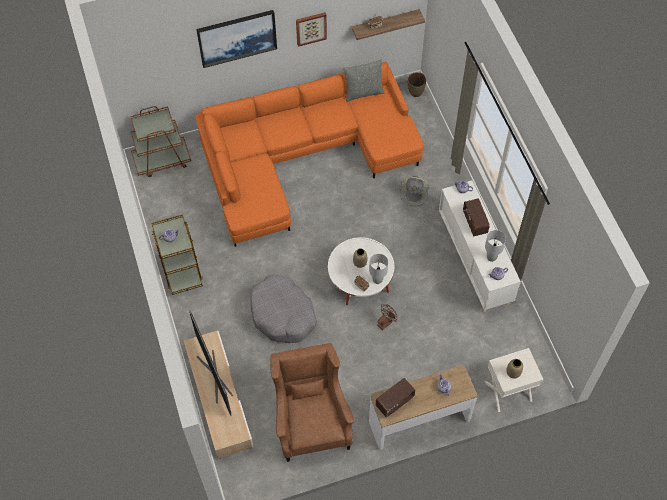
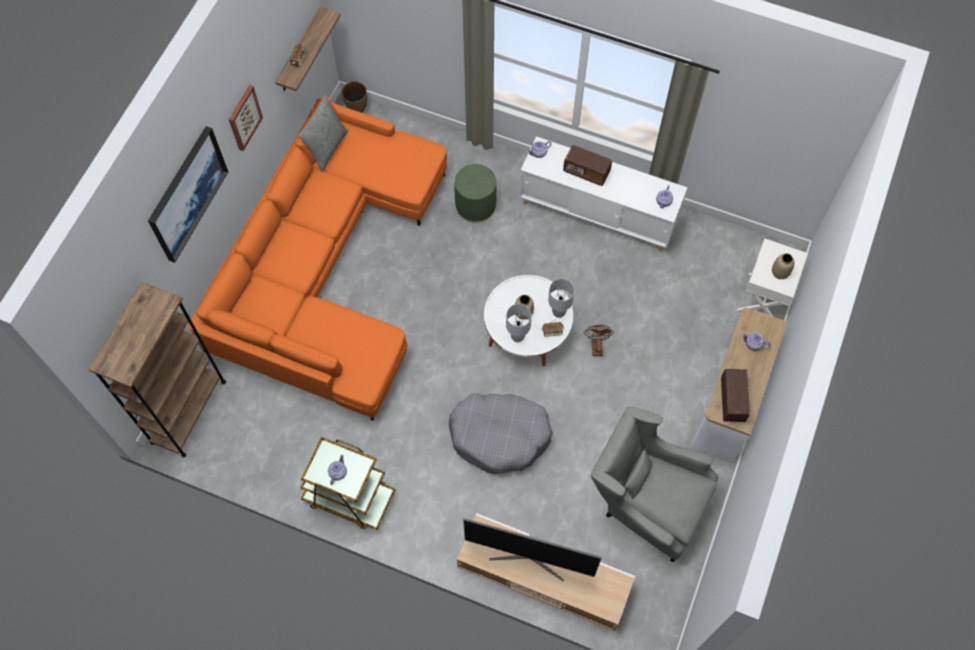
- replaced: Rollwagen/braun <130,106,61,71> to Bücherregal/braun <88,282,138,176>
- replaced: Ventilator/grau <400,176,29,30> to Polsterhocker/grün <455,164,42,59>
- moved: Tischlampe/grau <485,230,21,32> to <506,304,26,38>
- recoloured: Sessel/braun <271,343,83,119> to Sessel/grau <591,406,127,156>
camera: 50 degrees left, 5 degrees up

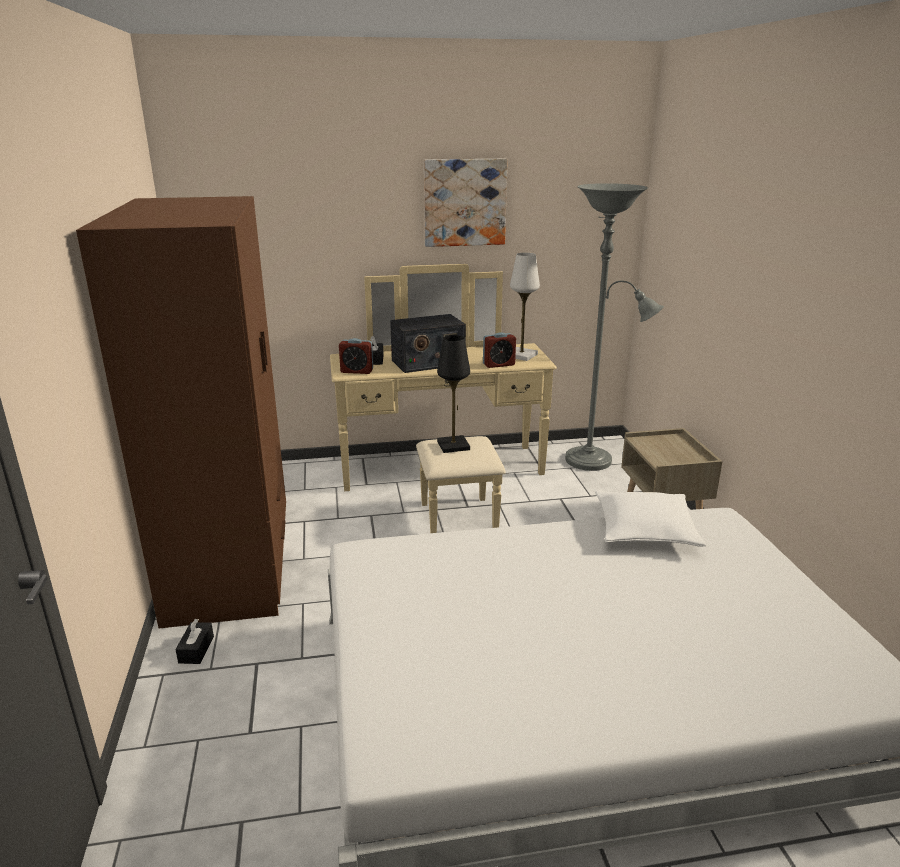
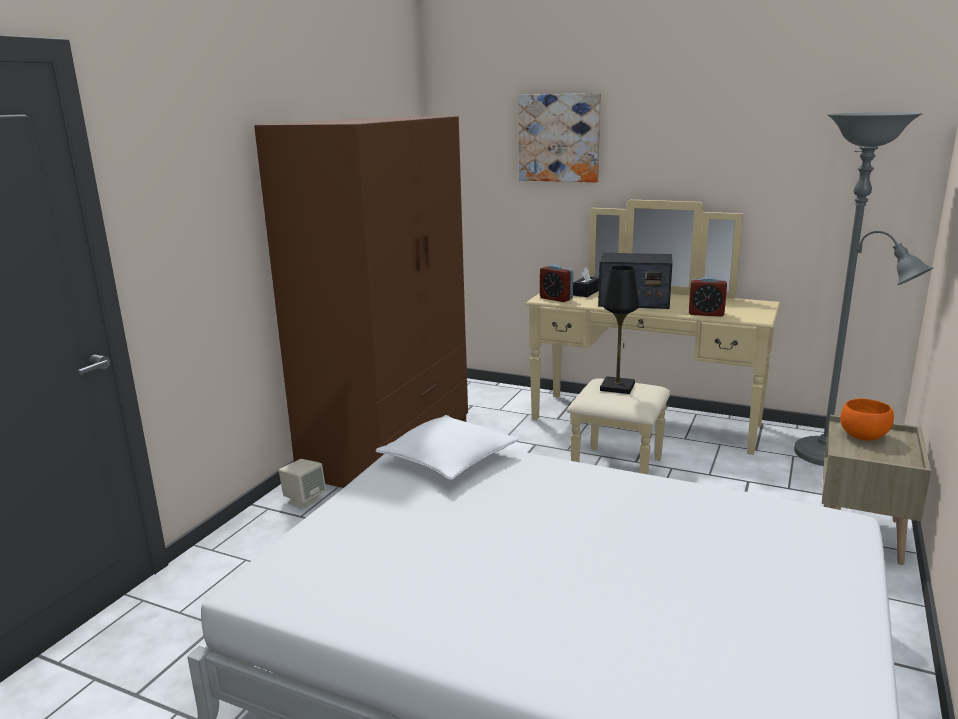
- replaced: Taschentuchbox/schwarz <175,619,39,45> to Lautsprecher/beige <279,459,47,50>
- moved: Kissen/weiß <595,491,111,55> to <376,415,143,65>
- moved: Bild <424,159,84,88> to <518,93,83,89>
- added: Schüssel/orange <840,398,54,43>
- removed: Tischlampe/weiß <510,253,30,108>
camera: 35 degrees right, 5 degrees down

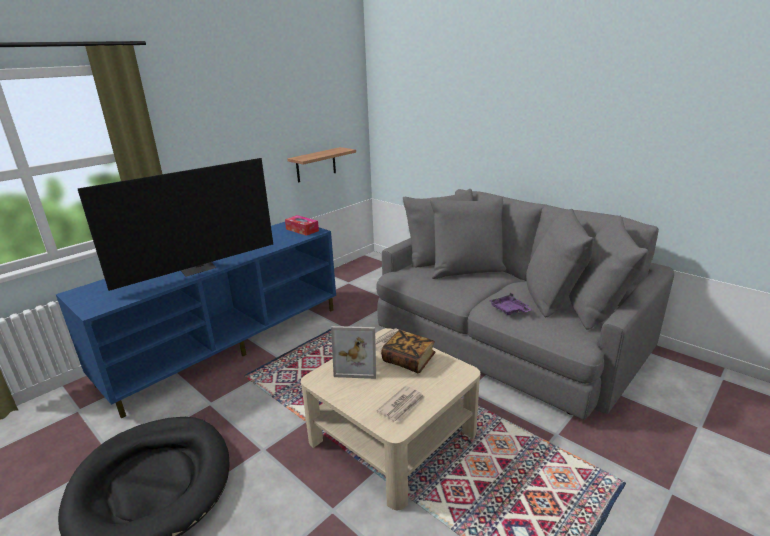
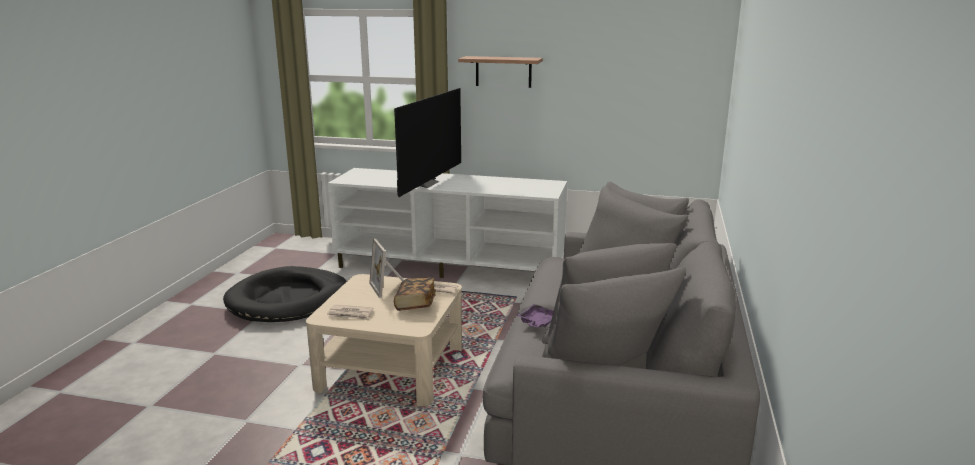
- recoloured: Fernsehschrank/blau <56,222,280,196> to Fernsehschrank/weiß <328,168,239,110>
- turned: Fernseher <78,158,195,133> = <394,88,67,109> 90 degrees counterclockwise
- moved: Wandregal <287,147,69,36> to <458,56,85,32>
- removed: Taschentuchbox <285,215,34,21>
camera: 60 degrees right, 5 degrees down

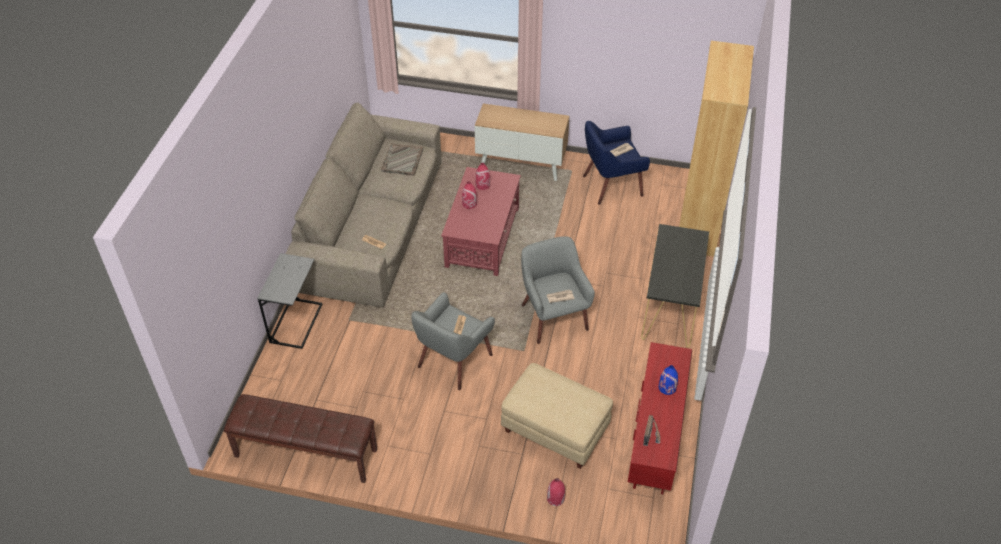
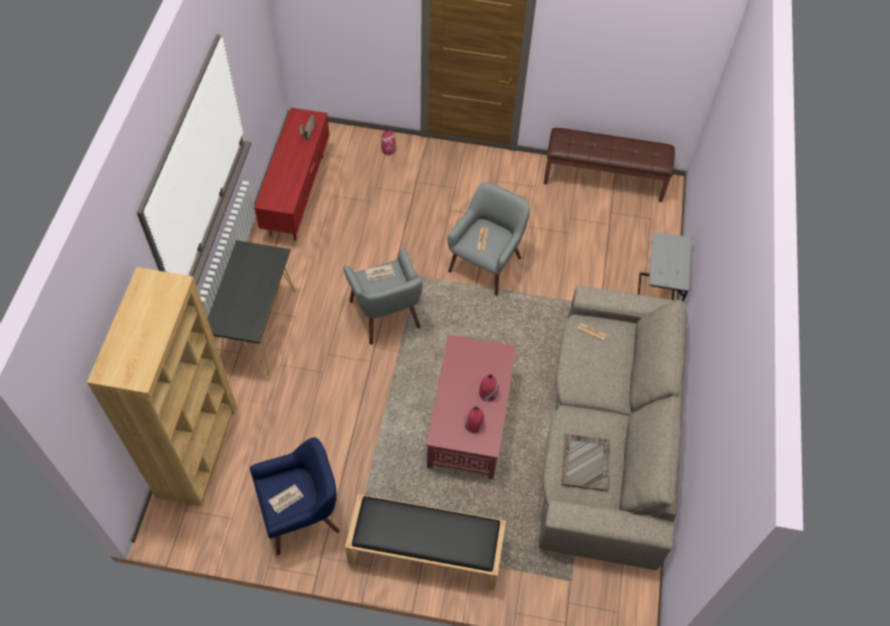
- replaced: Schrank <474,104,95,77> to Bank/schwarz <345,494,161,96>
- removed: Polsterhocker/beige <501,363,112,106>
- removed: Vase/blau <659,365,19,30>
camera: 175 degrees right, 10 degrees up

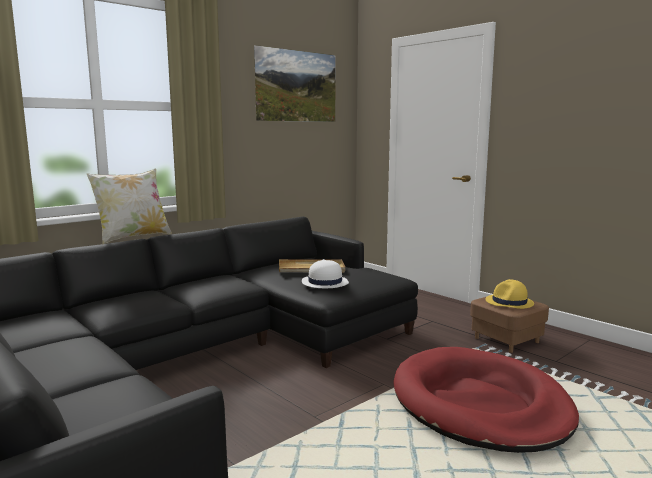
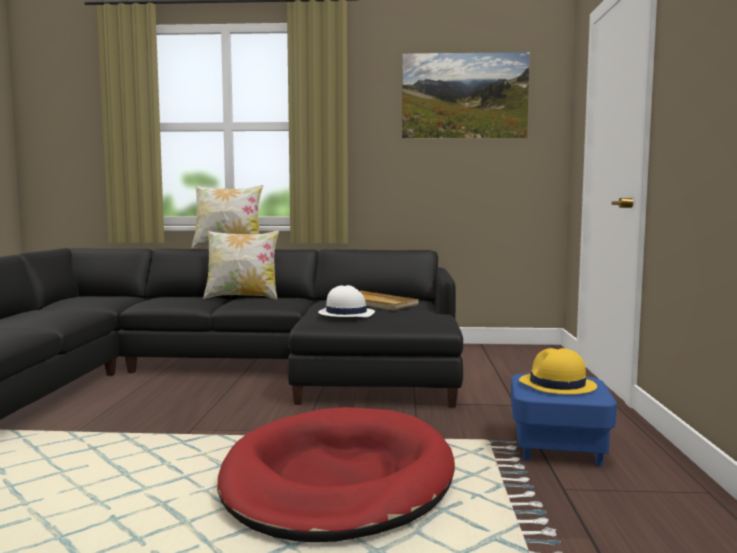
- added: Kissen <203,230,76,69>
- recoloured: Polsterhocker/braun <470,297,79,56> to Polsterhocker/blau <511,374,106,92>
camera: 45 degrees right, 5 degrees down

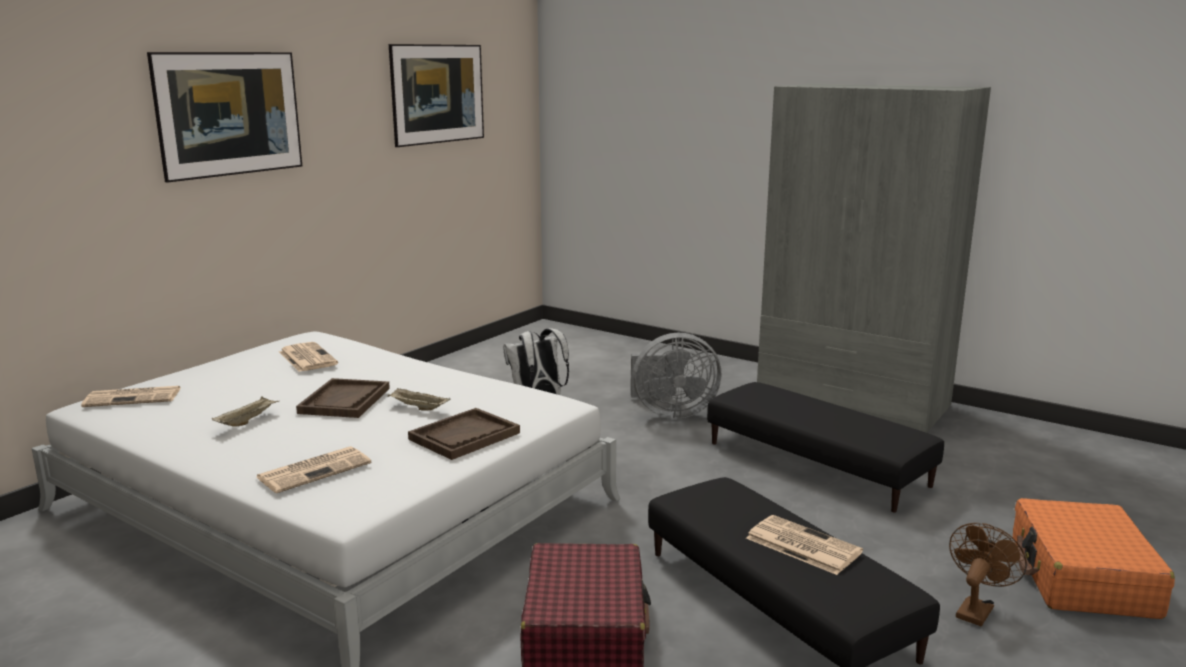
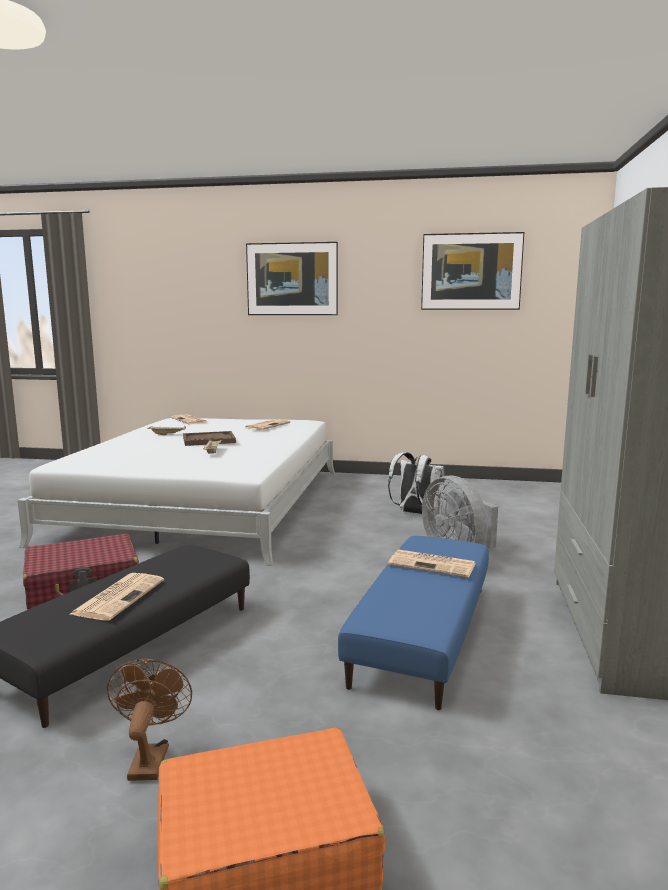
- turned: Ventilator/braun <949,523,78,103> = <107,659,85,122> 105 degrees counterclockwise
- recoloured: Polsterhocker/schwarz <707,382,237,131> to Polsterhocker/blau <338,536,151,174>
- moved: Zeitung <257,446,114,47> to <388,549,88,29>
- removed: Tablett/braun <408,408,112,52>
camera: 65 degrees right, 5 degrees down

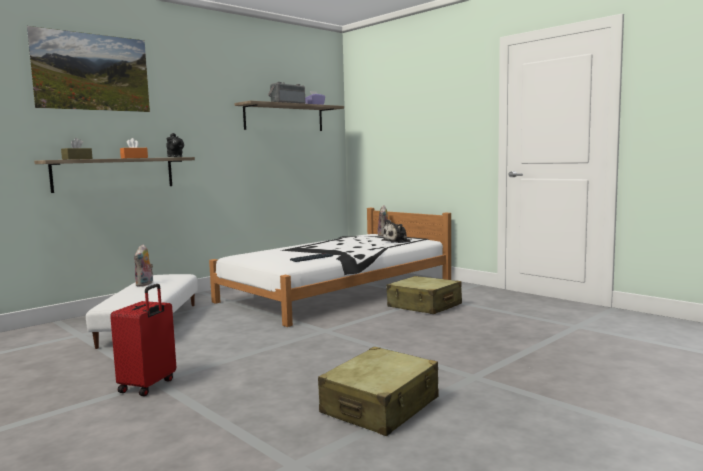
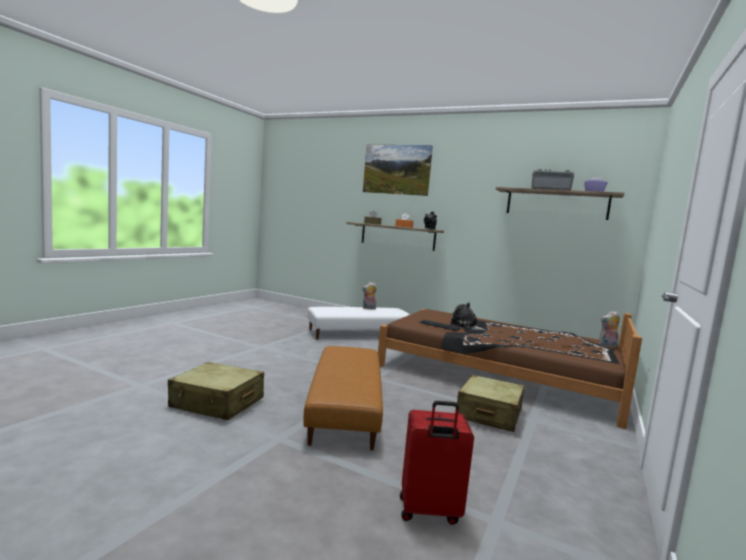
- added: Polsterhocker/braun <303,346,80,104>
- recoloured: Bett/weiß <209,208,242,119> to Bett/braun <378,309,264,120>
- moved: Koffer/rot <110,284,66,112> to <400,401,74,124>
- moved: Plüschtier <381,219,31,24> to <450,302,35,28>
camera: 70 degrees right, 0 degrees up

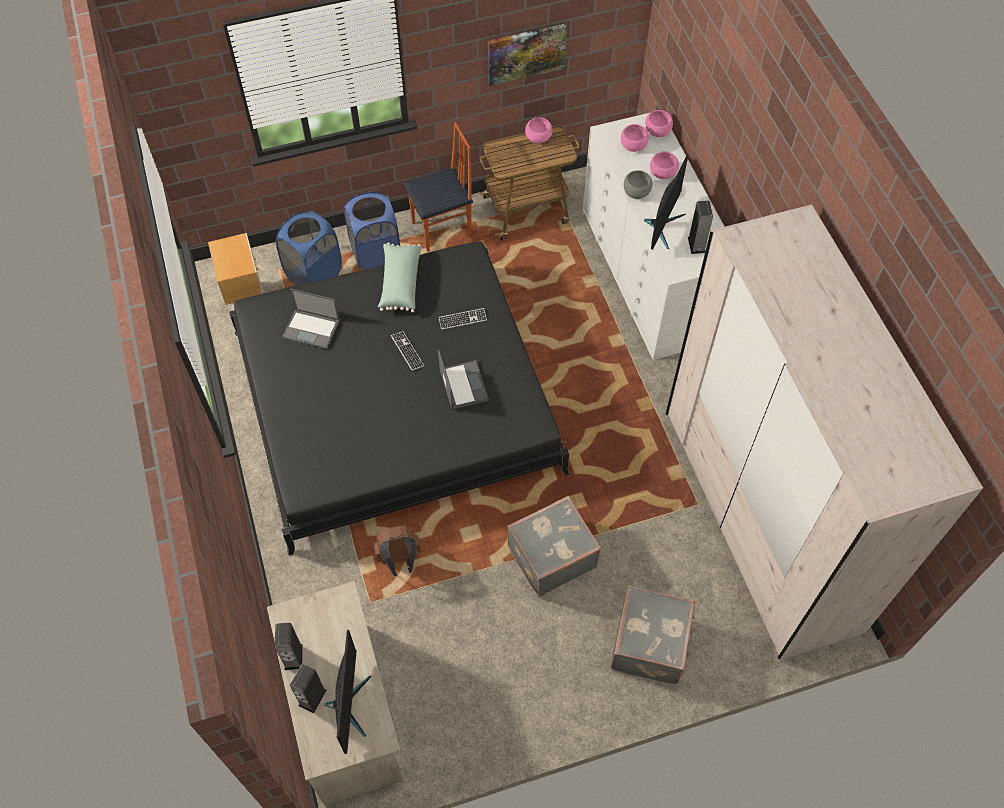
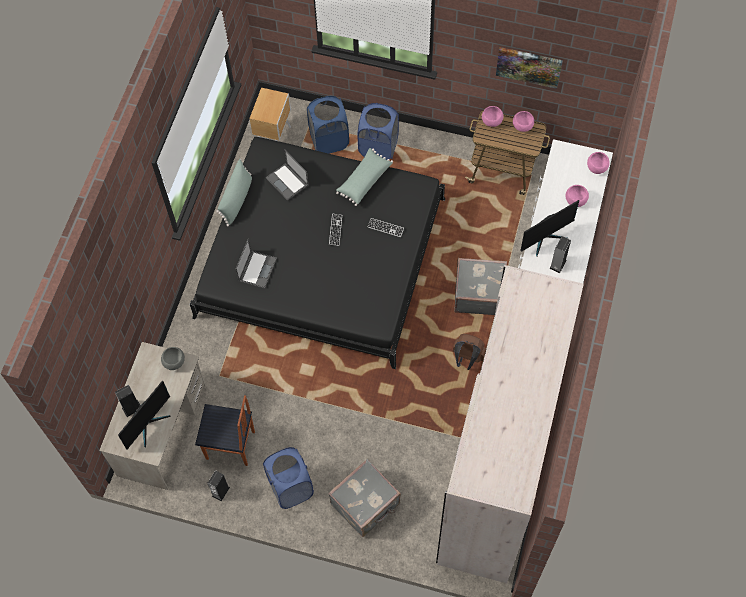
- moved: Schüssel/grau <624,170,28,29> to <161,347,24,23>
- moved: Stuhl <403,122,70,130> to <195,395,60,71>
- moved: Lautsprecher <275,623,27,47> to <207,470,23,31>
- added: Kissen/grün <216,159,36,67>
- moved: Laptop <438,350,51,60> to <235,238,42,51>
- added: Wäschekorb/blau <263,447,51,62>
- moved: Rucksack/braun <374,526,47,50> to <453,334,33,36>
- moved: Koffer/grau <507,496,94,101> to <454,258,53,57>
- moved: Schüssel/rosa <621,124,28,28> to <482,106,22,21>
camera: 35 degrees right, 5 degrees up

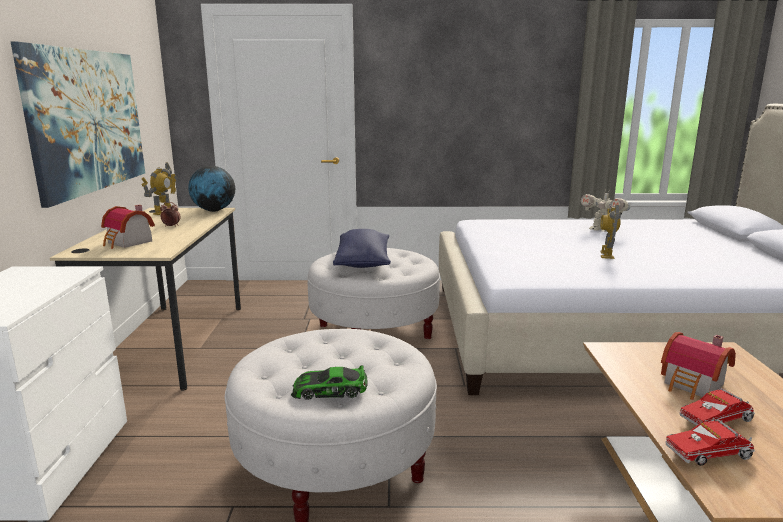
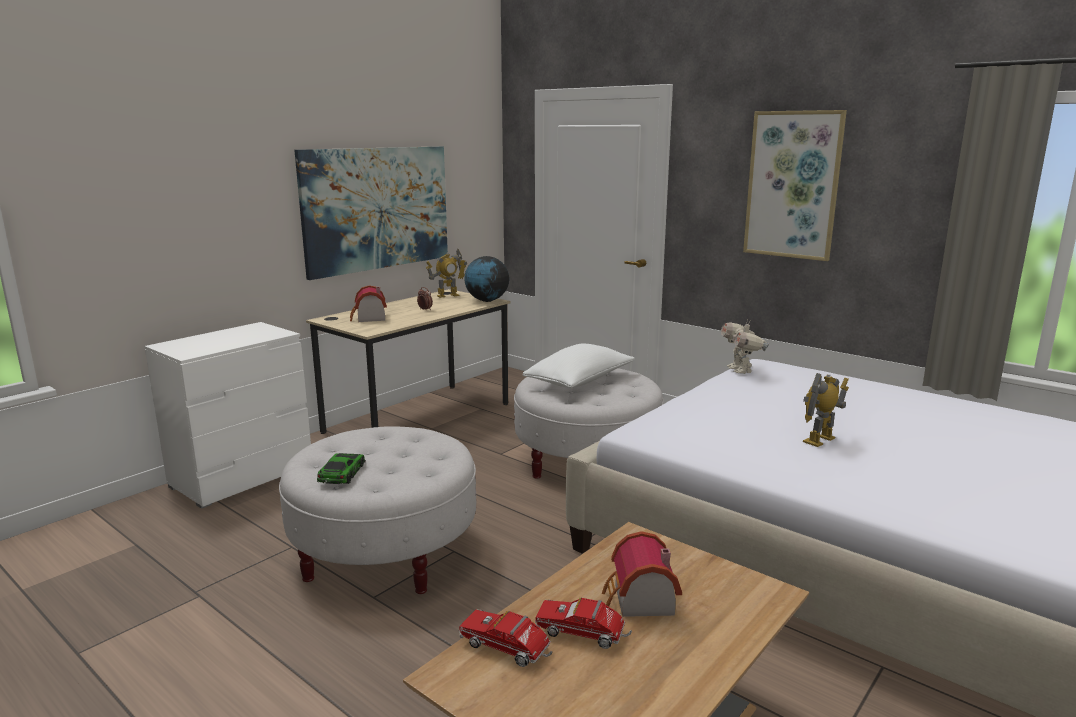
- turned: Spielzeugauto <291,365,76,35> = <317,453,49,31> 60 degrees clockwise
- recoloured: Kissen/blau <333,229,58,39> to Kissen/weiß <523,344,112,44>
- moved: Spielzeugroboter <581,189,50,43> to <721,320,48,54>
- added: Bild <743,110,104,151>
camera: 40 degrees right, 0 degrees up

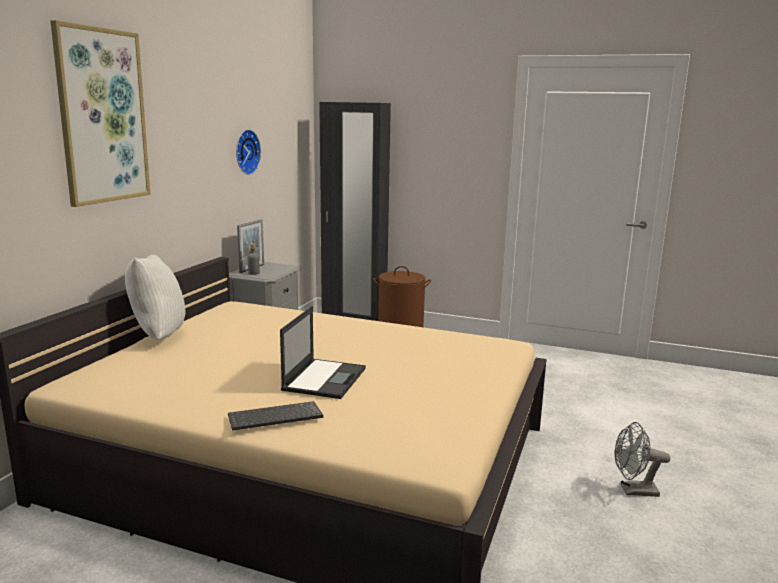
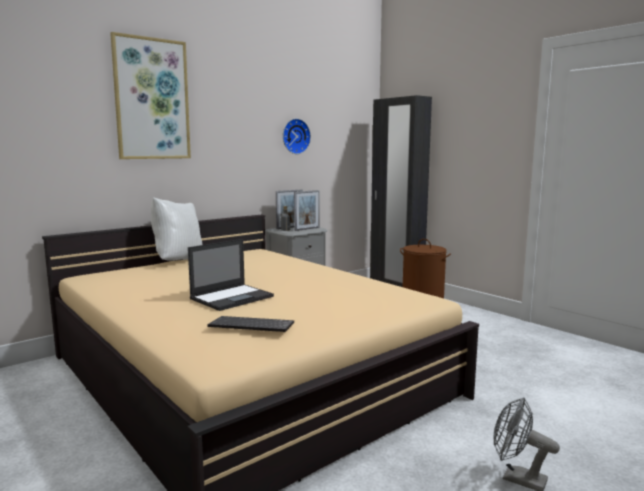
- moved: Tastatur <228,401,95,30> to <207,316,87,16>
- added: Bilderrahmen <294,190,26,41>
camera: 30 degrees right, 5 degrees down

